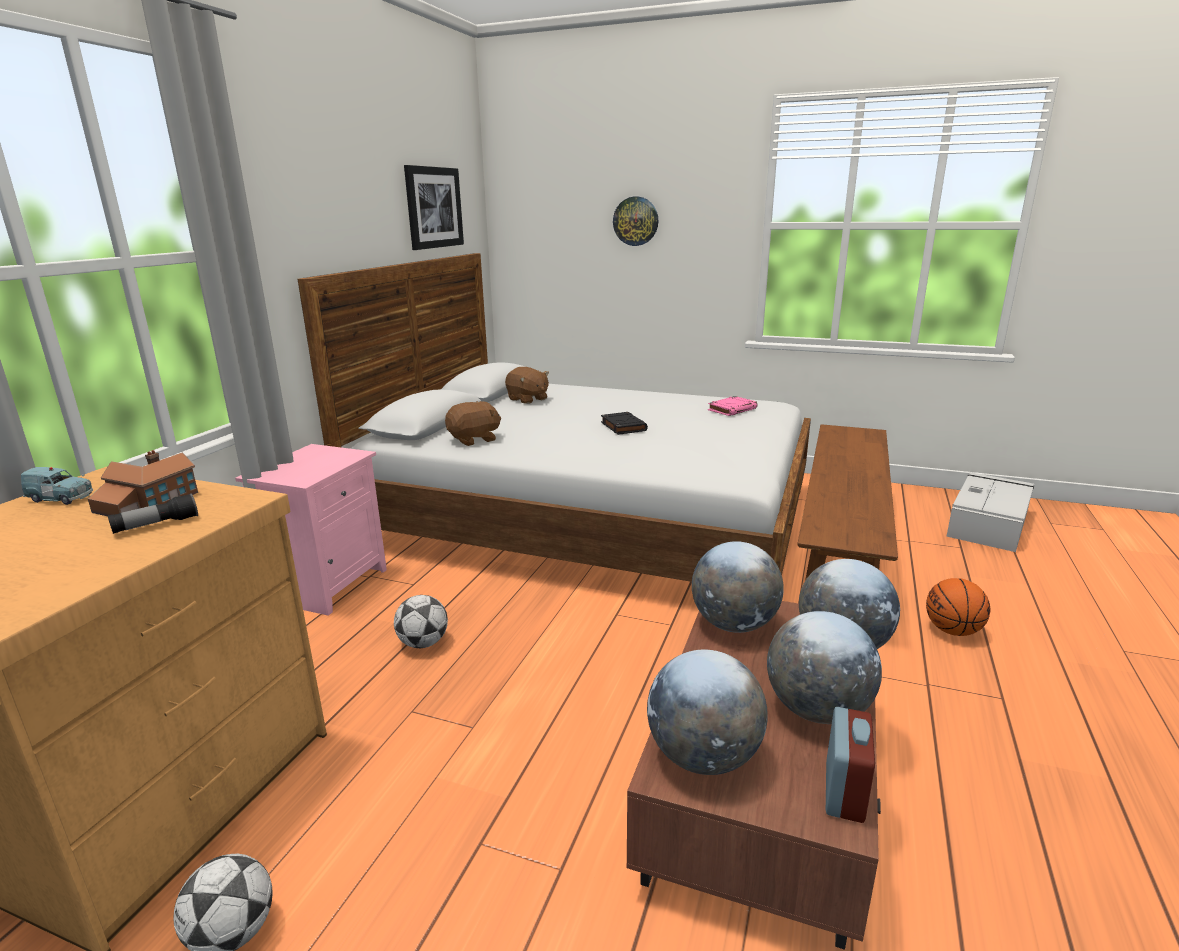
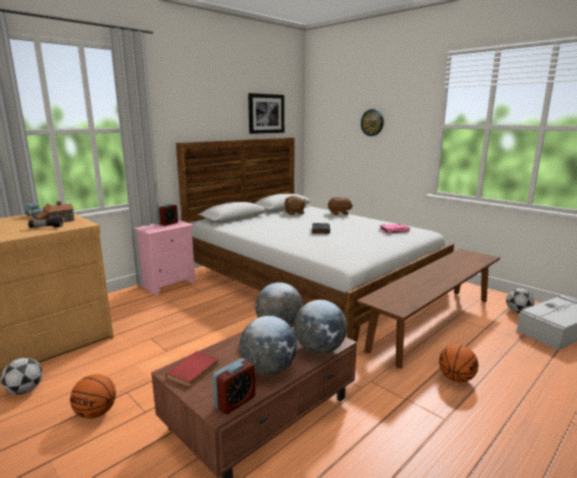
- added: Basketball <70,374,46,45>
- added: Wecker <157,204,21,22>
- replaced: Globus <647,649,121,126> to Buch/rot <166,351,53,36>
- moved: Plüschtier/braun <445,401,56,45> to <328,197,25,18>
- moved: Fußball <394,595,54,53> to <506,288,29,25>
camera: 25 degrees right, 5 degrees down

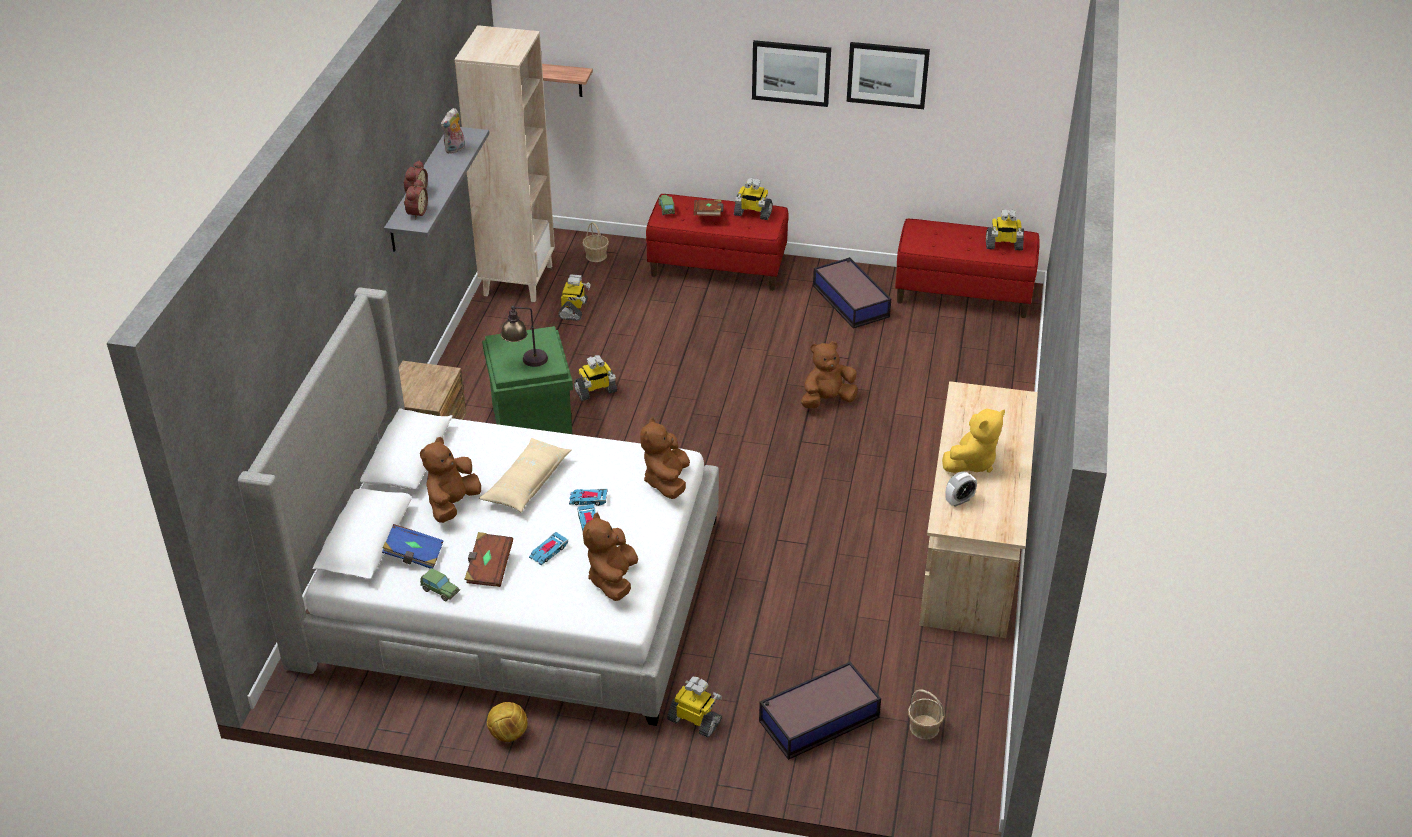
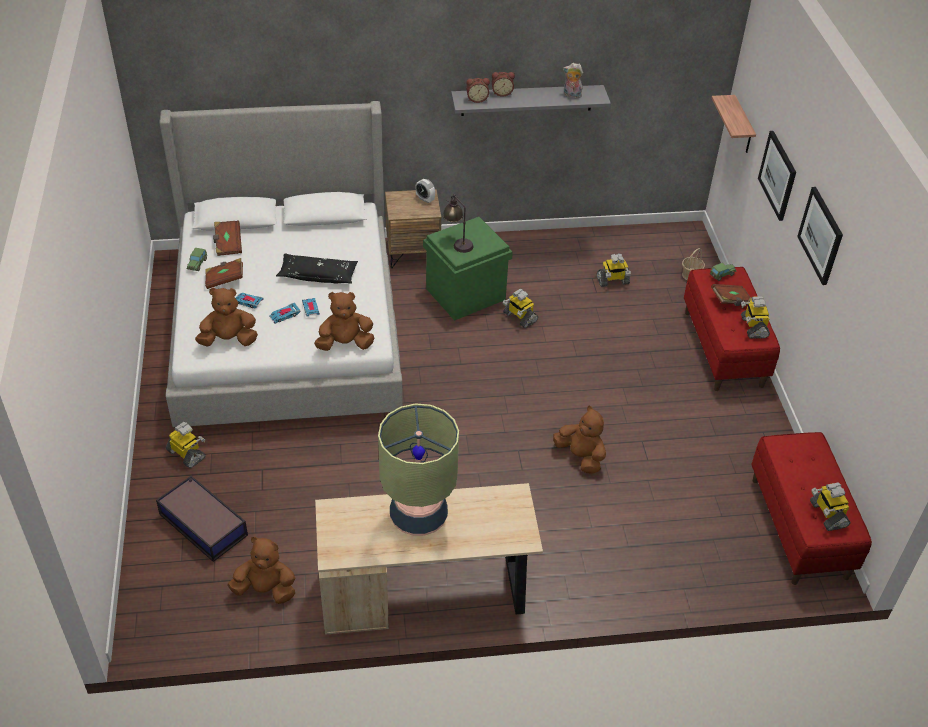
- turned: Spielzeugroboter <667,677,55,61> = <166,422,40,46> 60 degrees counterclockwise
- recoloured: Buch/blau <382,524,62,45> to Buch/braun <213,220,29,36>
- moved: Plüschtier/braun <420,437,61,86> to <227,537,68,67>
- recoloured: Kissen/beige <479,438,93,74> to Kissen/schwarz <276,253,82,31>
- replaced: Plüschtier/gelb <942,409,63,64> to Tischlampe <378,403,81,133>
- moved: Wecker <945,472,32,35> to <416,179,19,24>
- moved: Bild <847,42,83,67> to <758,131,38,90>
- removed: Bücherregal/beige <455,25,100,277>
- removed: Fußball <487,702,41,40>
- removed: Aufbewahrungsbox <813,257,78,72>
- removed: Korb <908,689,37,50>
camera: 70 degrees right, 5 degrees up

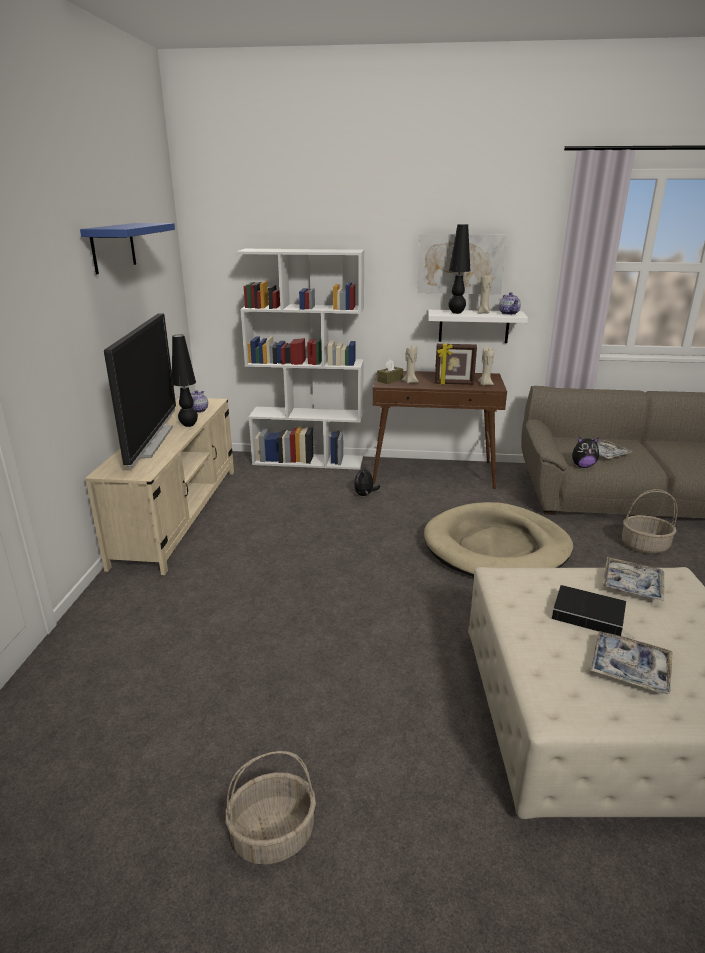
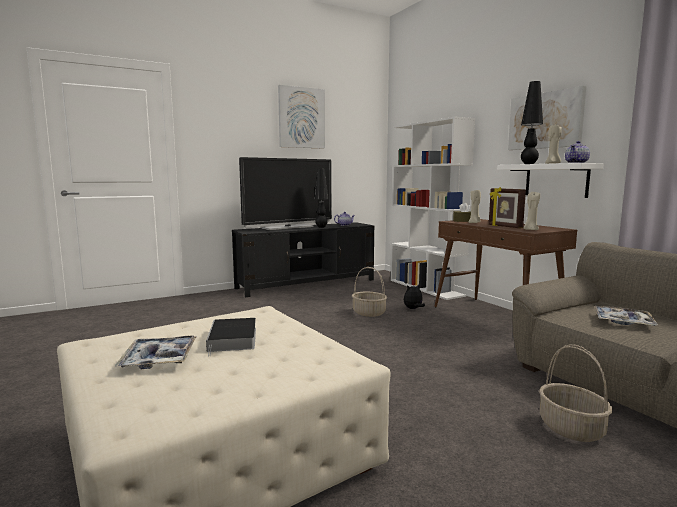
- recoloured: Fernsehschrank/beige <85,398,149,177> to Fernsehschrank/schwarz <232,222,143,76>
- replaced: Wandregal/blau <80,223,95,51> to Bild <278,85,47,64>
- moved: Korb <225,751,91,113> to <352,267,35,50>
- removed: Hundebett/beige <424,502,149,75>
- removed: Plüschtier <572,437,27,31>
- removed: Tablett <602,557,62,44>
camera: 55 degrees right, 15 degrees down

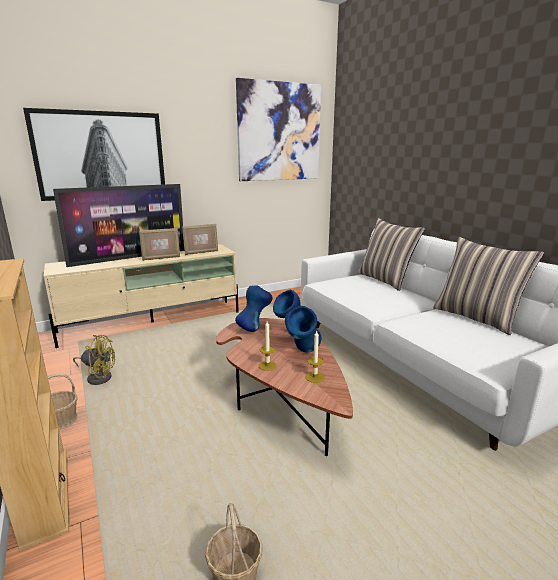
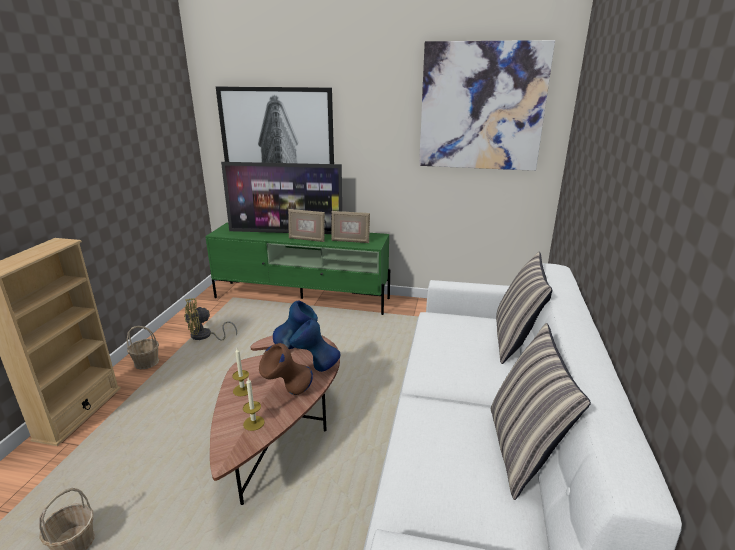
- turned: Ventilator/gelb <73,335,42,50> = <184,298,53,43> 105 degrees clockwise
- recoloured: Fernsehschrank/beige <44,244,195,104> to Fernsehschrank/grün <205,223,185,92>
- recoloured: Vase/blau <285,306,36,46> to Vase/braun <259,343,54,52>
camera: 40 degrees right, 5 degrees up

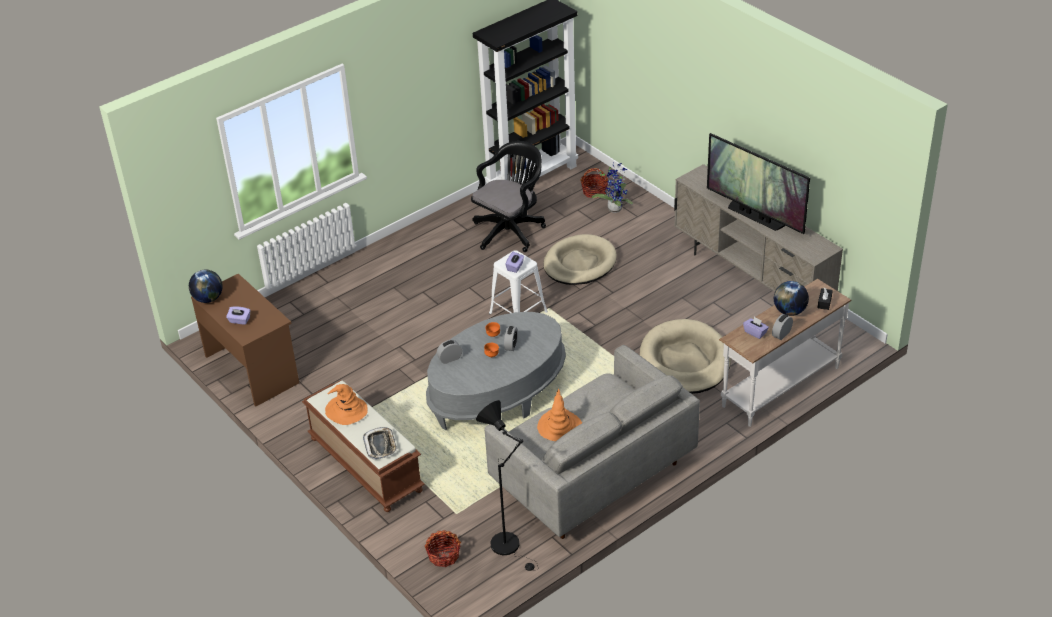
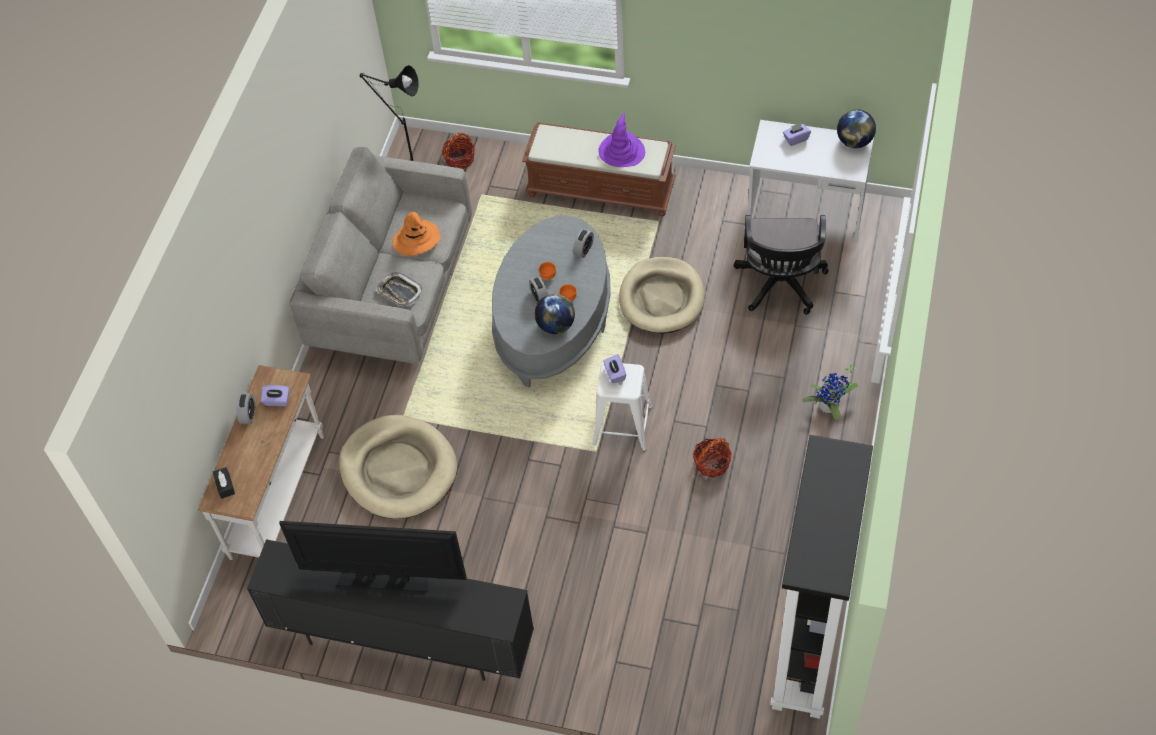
- recoloured: Fernsehschrank/beige <674,164,169,128> to Fernsehschrank/schwarz <247,539,287,142>
- moved: Tablett <363,427,34,32> to <376,272,47,34>
- moved: Globus <774,281,35,35> to <535,294,40,40>
- recoloured: Hut/orange <325,384,43,41> to Hut/lila <599,113,46,54>
- moved: Hundebett/beige <543,234,74,51> to <619,257,86,77>
- moved: Korb <580,168,28,31> to <693,438,39,40>
- moved: Bürostuhl/schwarz <471,141,75,111> to <734,215,94,100>
- recoloured: Schreibtisch/braun <191,274,108,133> to Schreibtisch/weiß <747,120,127,120>
- moved: Topfpflanze <592,163,41,50> to <803,364,56,56>
camera: 145 degrees right, 15 degrees up

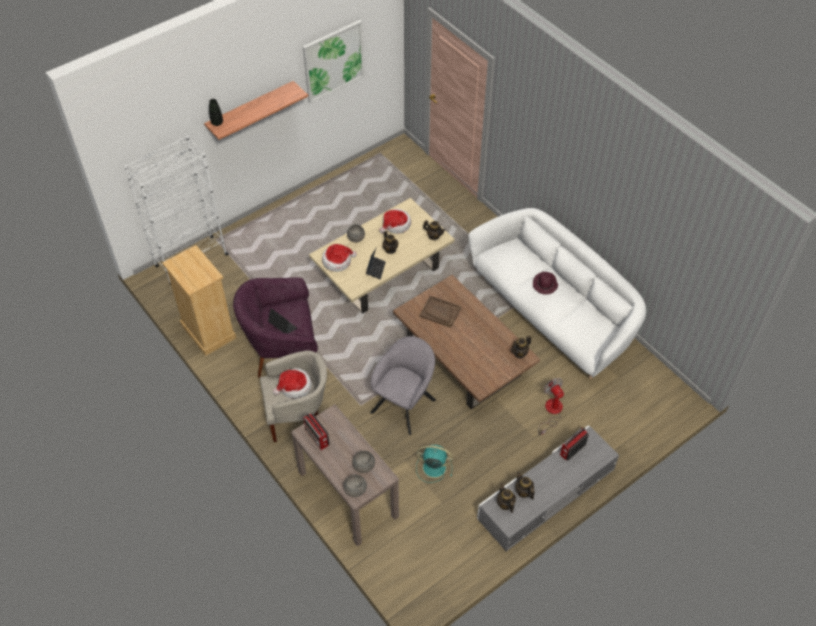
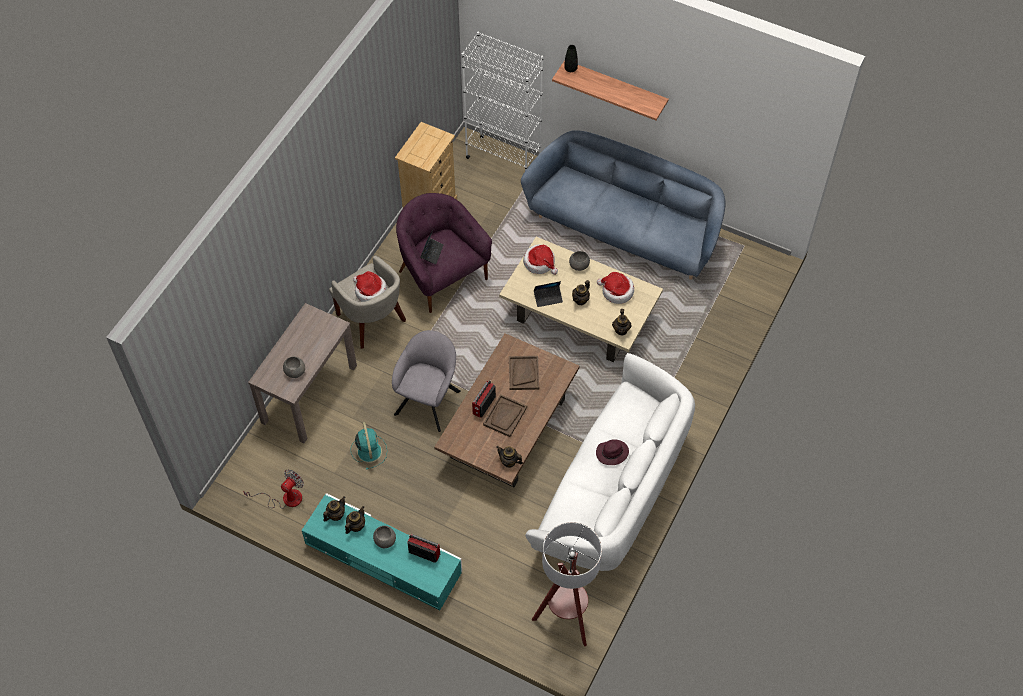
- moved: Ventilator <538,378,26,57> to <243,469,61,40>
- recoloured: Fernsehschrank/grau <477,425,142,126> to Fernsehschrank/türkis <302,493,160,117>
- moved: Schüssel/grau <343,475,24,22> to <373,526,23,22>
- turned: Sessel/grau <370,336,66,99> = <392,330,69,102> 75 degrees counterclockwise
- moved: Radio <304,413,25,37> to <472,380,24,38>
- added: Tablett/braun <483,394,44,43>
- added: Sofa/blau <521,130,204,150>
- added: Stehlampe <532,522,70,124>
- removed: Bild <303,20,62,83>
camera: 65 degrees right, 5 degrees up

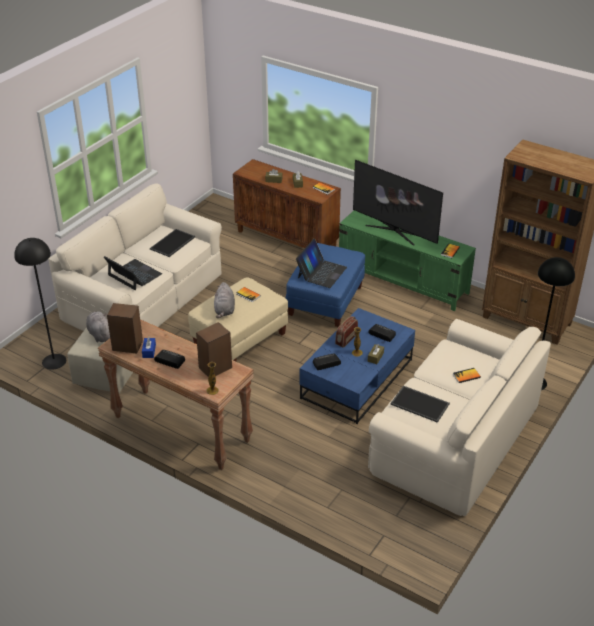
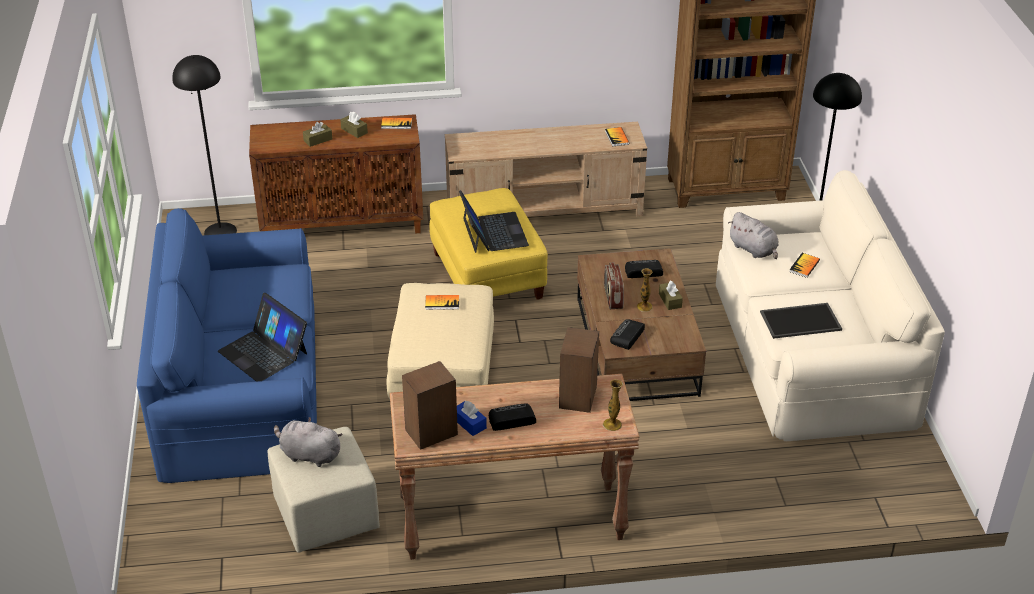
- recoloured: Sofa/beige <48,183,174,148> to Sofa/blau <137,208,180,275>
- moved: Stehlampe/schwarz <14,238,52,132> to <172,55,65,180>
- turned: Laptop <104,256,58,34> = <218,293,89,89> 135 degrees counterclockwise
- recoloured: Polsterhocker/blau <286,243,79,84> to Polsterhocker/gelb <429,188,119,112>
- recoloured: Fernsehschrank/grün <339,210,137,101> to Fernsehschrank/beige <445,122,202,95>
- recoloured: Couchtisch/blau <300,308,115,116> to Couchtisch/braun <577,248,129,153>
- moved: Plüschtier/grau <214,282,21,36> to <728,212,51,47>
- removed: Tablett <150,229,45,28>
- removed: Fernseher <353,160,90,86>
camera: 40 degrees left, 0 degrees up

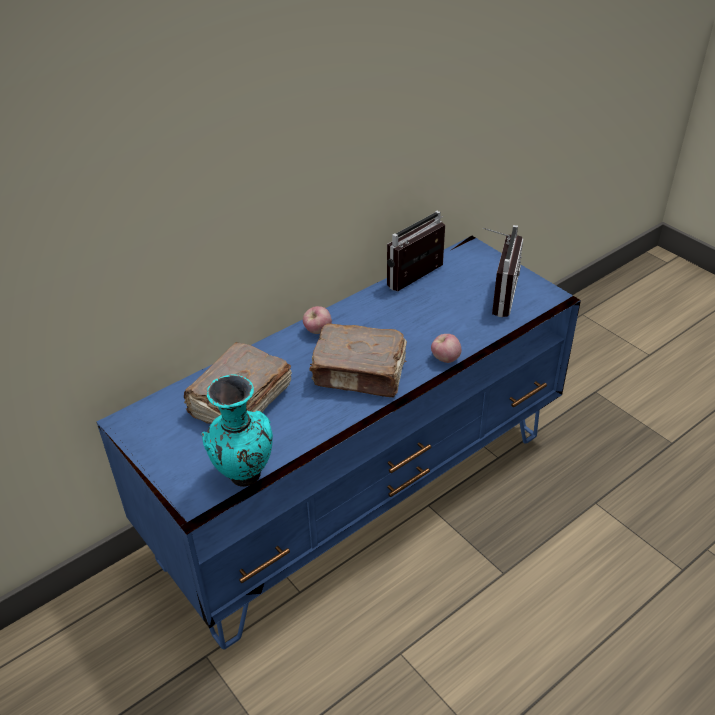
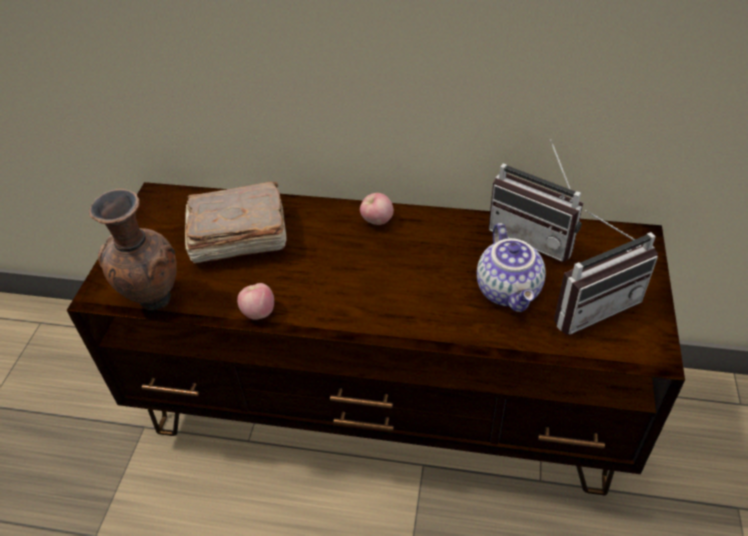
- recoloured: Fernsehschrank/blau <97,236,484,414> to Fernsehschrank/braun <67,182,618,313>
- recoloured: Vase/türkis <201,375,72,112> to Vase/braun <89,189,88,121>
- moved: Apfel <431,334,30,29> to <237,283,37,36>
- added: Teekanne <477,223,69,89>
- turned: Radio <387,211,58,80> = <488,139,95,123> 150 degrees counterclockwise
- removed: Buch/braun <309,323,98,75>
camera: 50 degrees right, 5 degrees up

